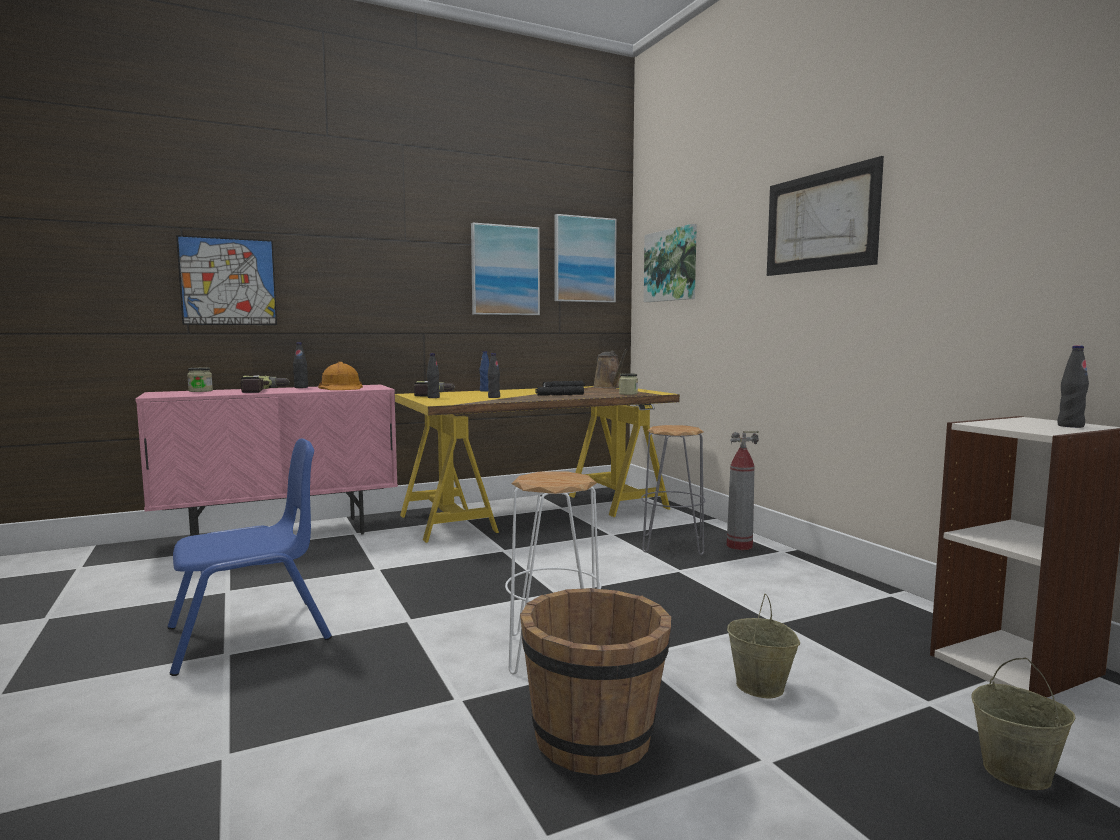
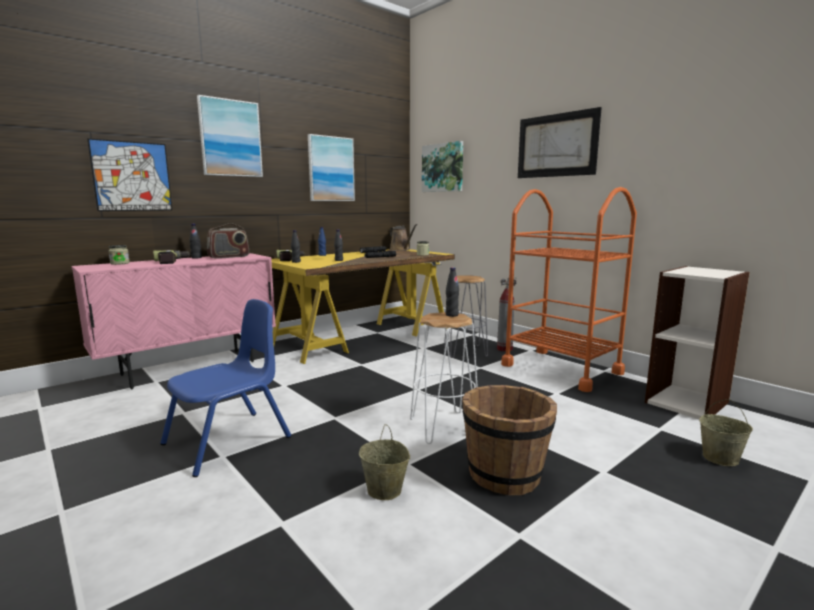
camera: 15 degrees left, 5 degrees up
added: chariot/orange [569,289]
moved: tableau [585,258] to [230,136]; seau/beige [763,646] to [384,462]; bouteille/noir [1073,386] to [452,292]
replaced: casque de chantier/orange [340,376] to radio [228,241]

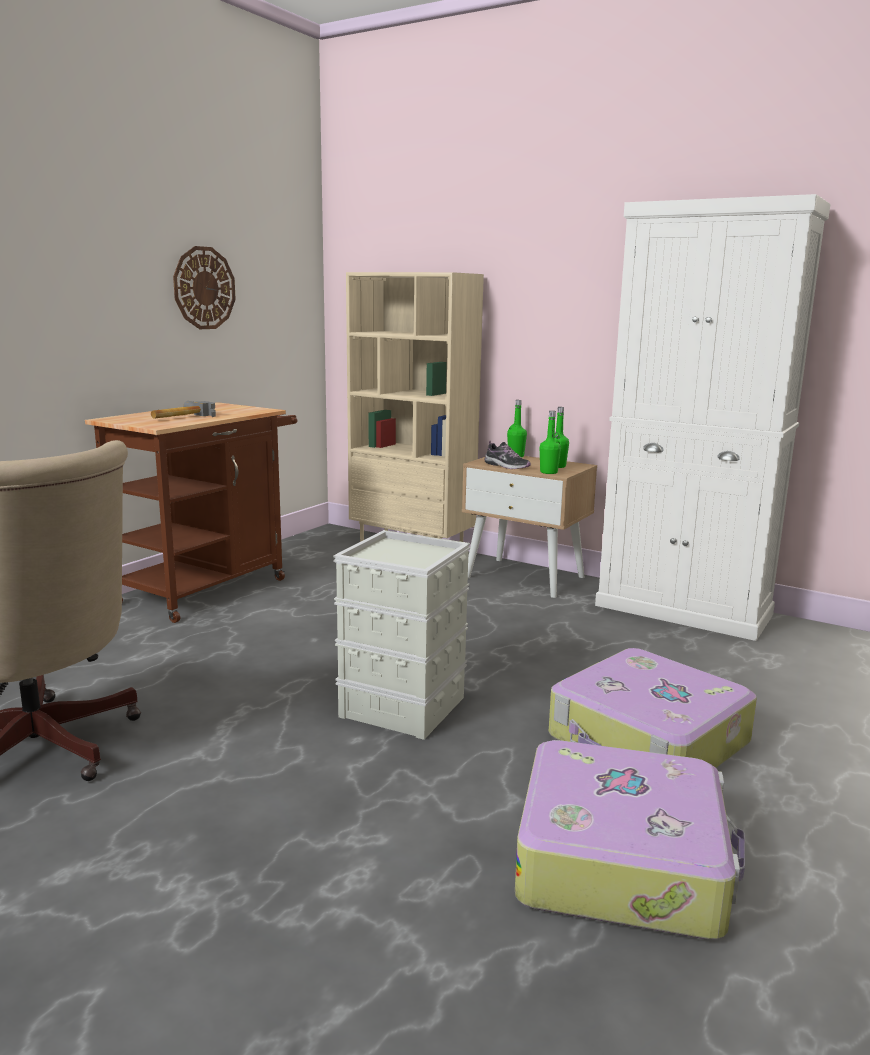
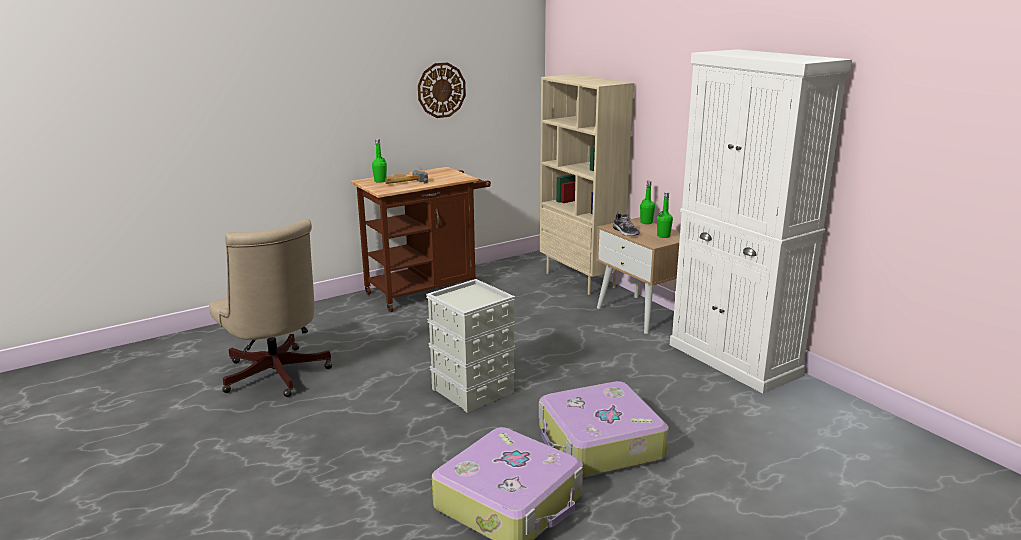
camera: 25 degrees right, 5 degrees up
moved: bouteille/vert [550,442] to [379,161]

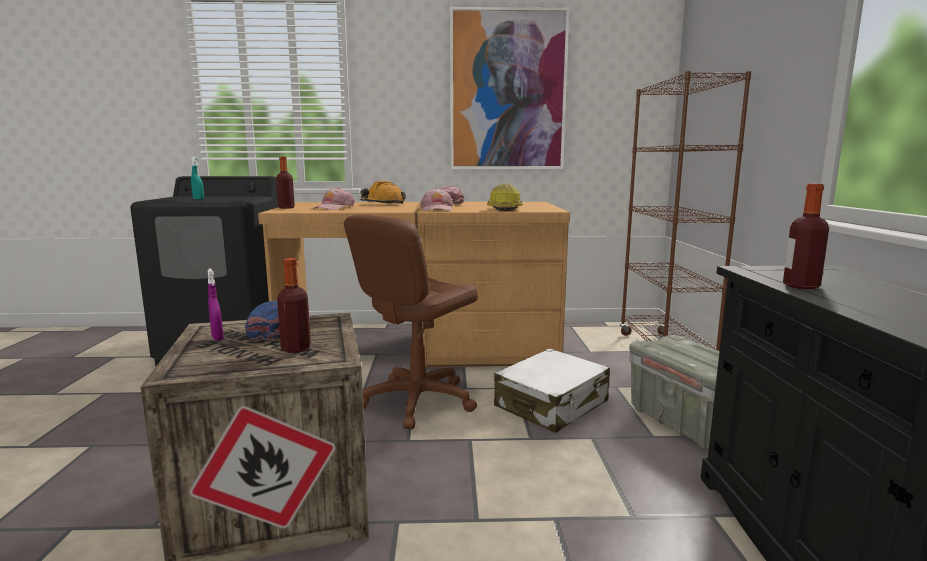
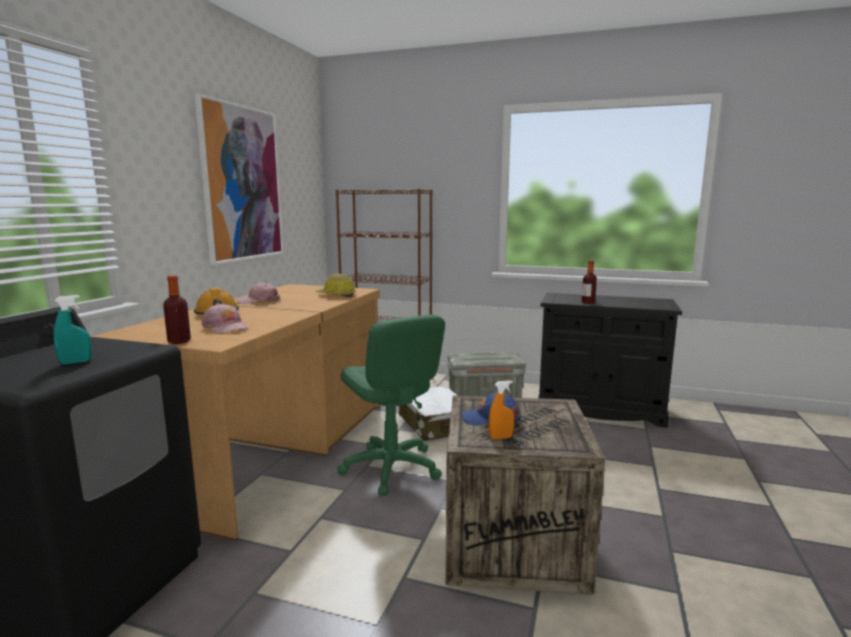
camera: 70 degrees left, 0 degrees up
removed: bouteille [294,305]; casquette/rose [436,199]
recoloured: chaise de bureau/marron [411,322] to chaise de bureau/vert [391,405]; vaporisateur/violet [215,305] to vaporisateur/orange [501,409]

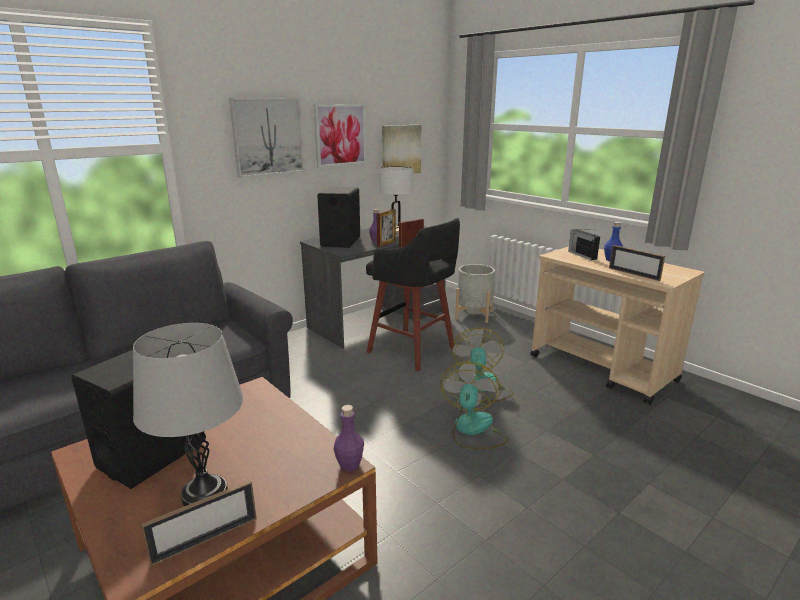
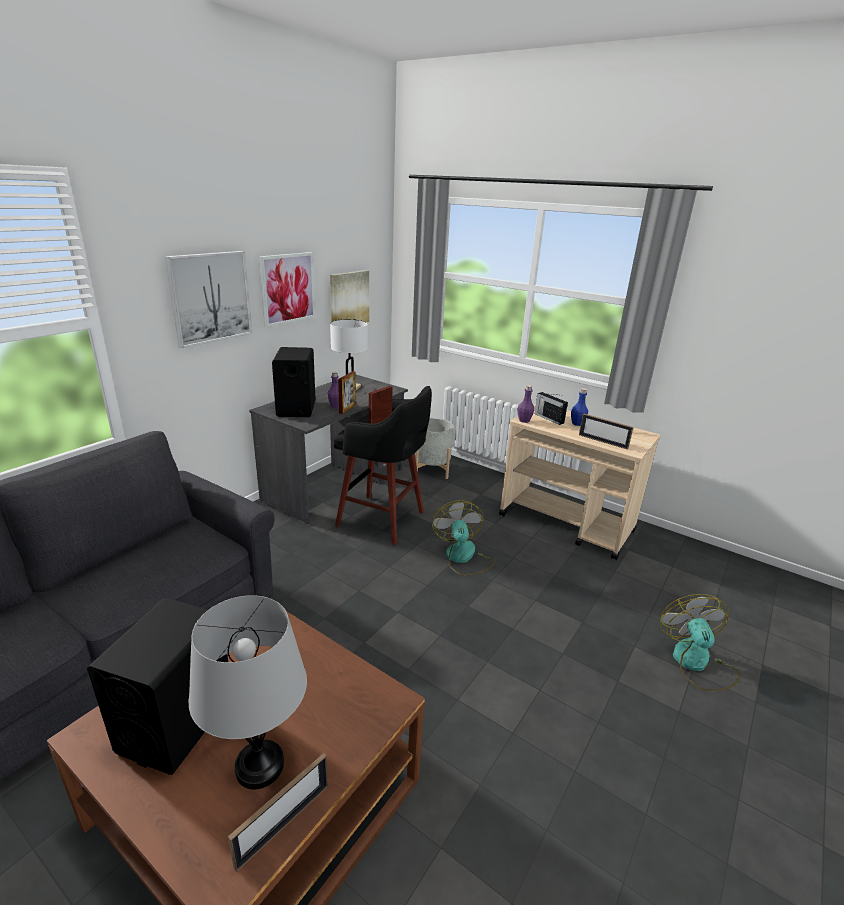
camera: 15 degrees left, 5 degrees up
moved: bouteille/violet [349,438] to [526,404]; ventilateur [474,405] to [700,642]

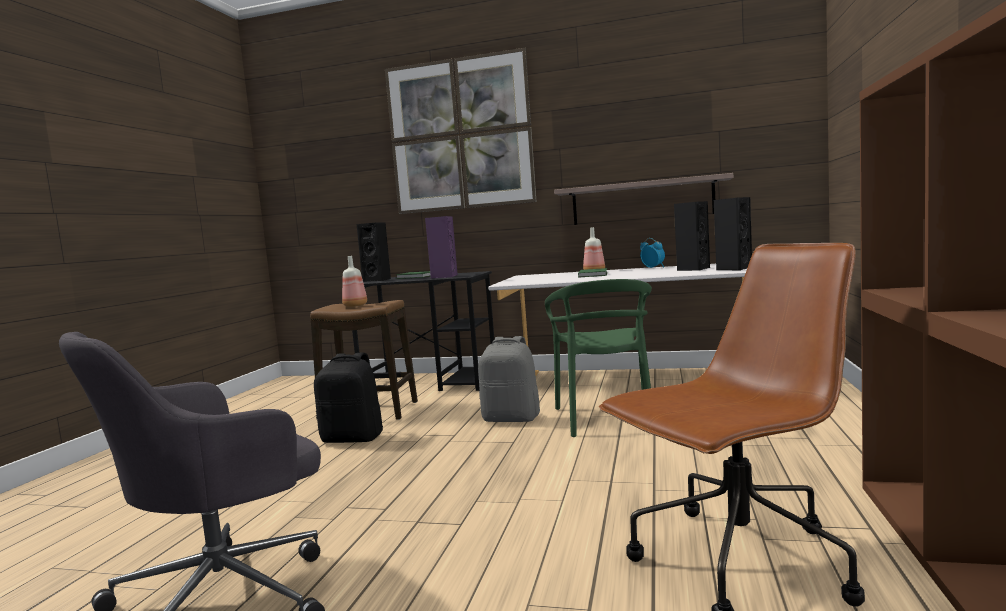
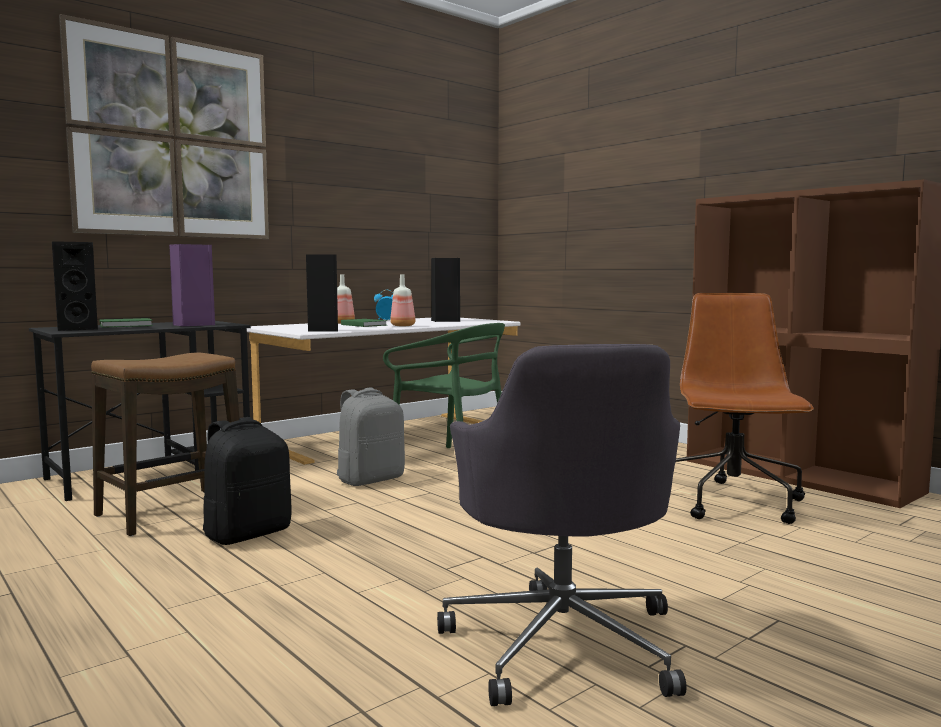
camera: 55 degrees left, 0 degrees up
removed: étagère [643,199]
moved: enceinte/noir [732,233] to [322,293]; bouteille [354,281] to [402,300]

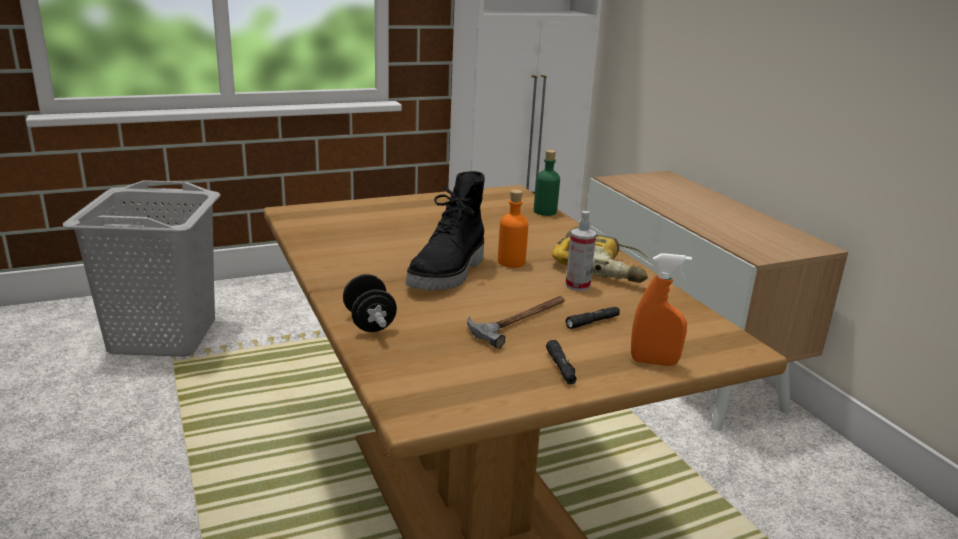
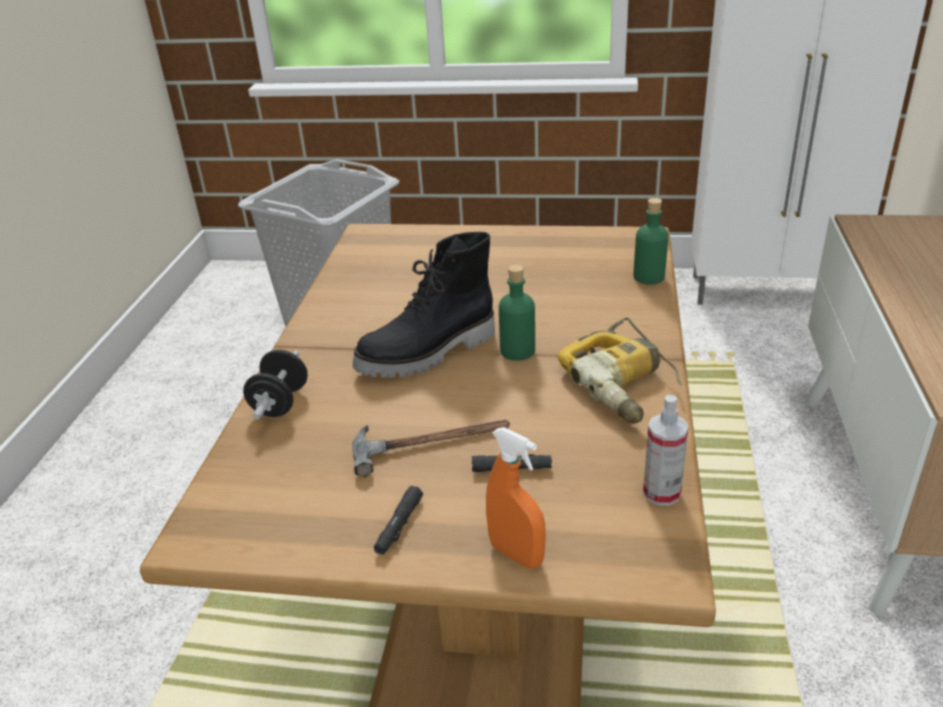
camera: 35 degrees right, 10 degrees up
moved: vaporisateur [580,251] to [666,450]
recoloured: bouteille/orange [513,229] to bouteille/vert [517,313]

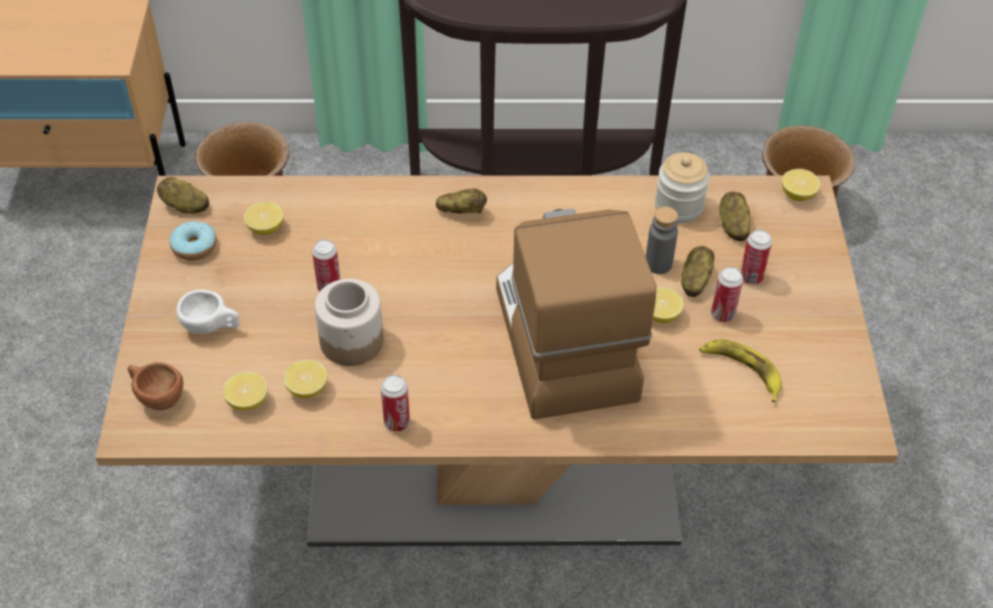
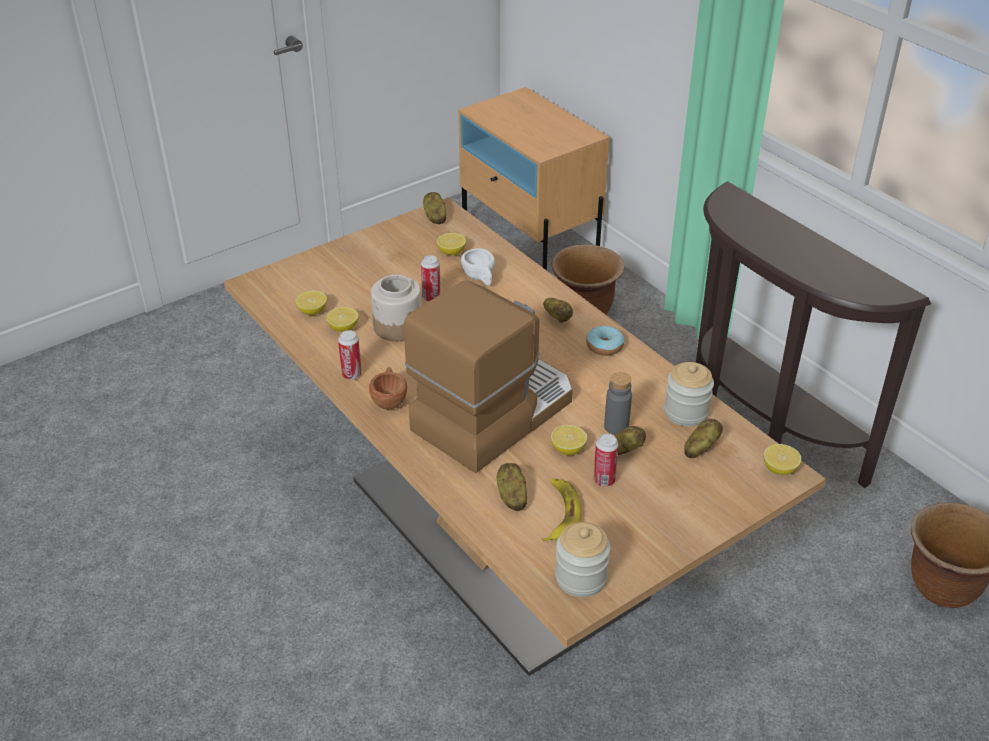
camera: 55 degrees right, 10 degrees down
removed: boîte métallique [756,257]
added: pomme de terre [512,487]; bocal [583,559]
moved: tasse/marron [155,386] to [388,388]; tasse/blanc [208,312] to [478,267]; beignet [193,240] to [605,341]

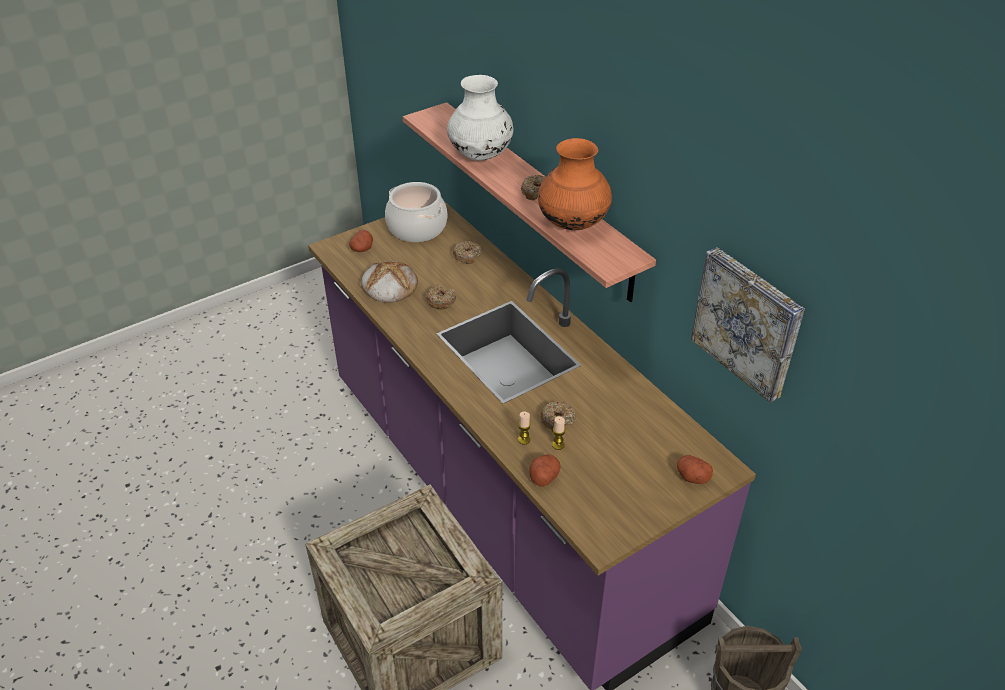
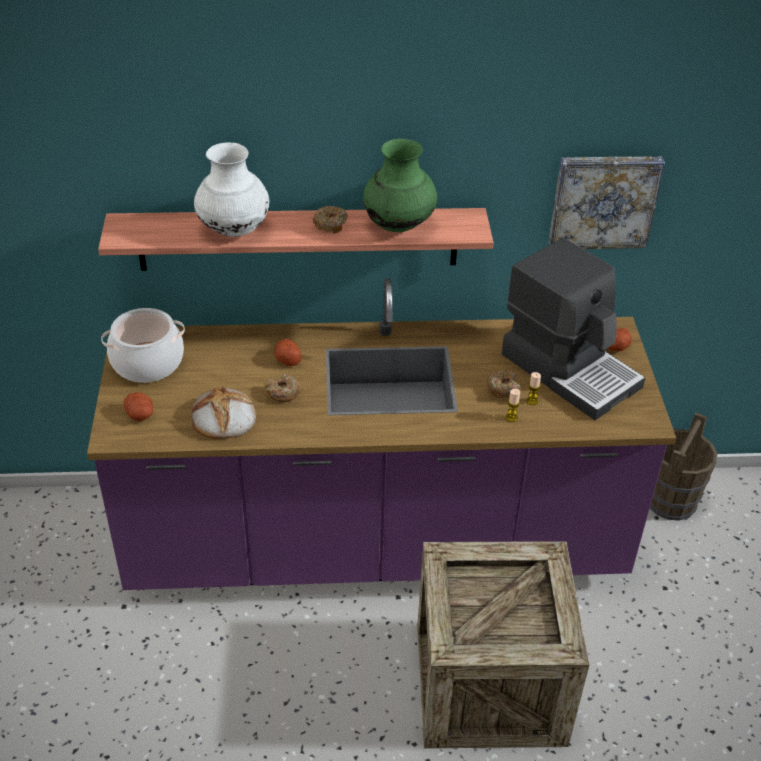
camera: 60 degrees left, 0 degrees up
removed: beignet [467,252]
added: machine à café [574,329]
moved: pomme de terre [545,470] to [287,352]
recoloured: vase/orange [575,184] to vase/vert [400,185]

